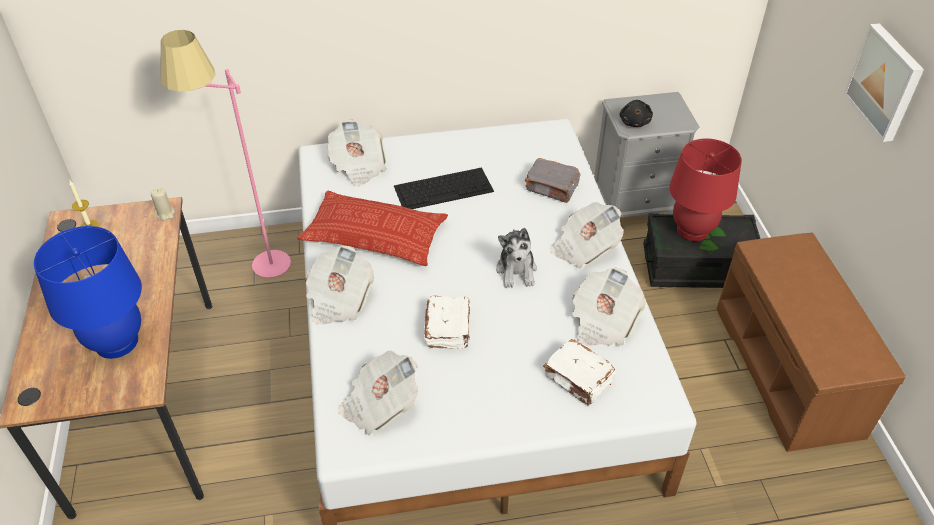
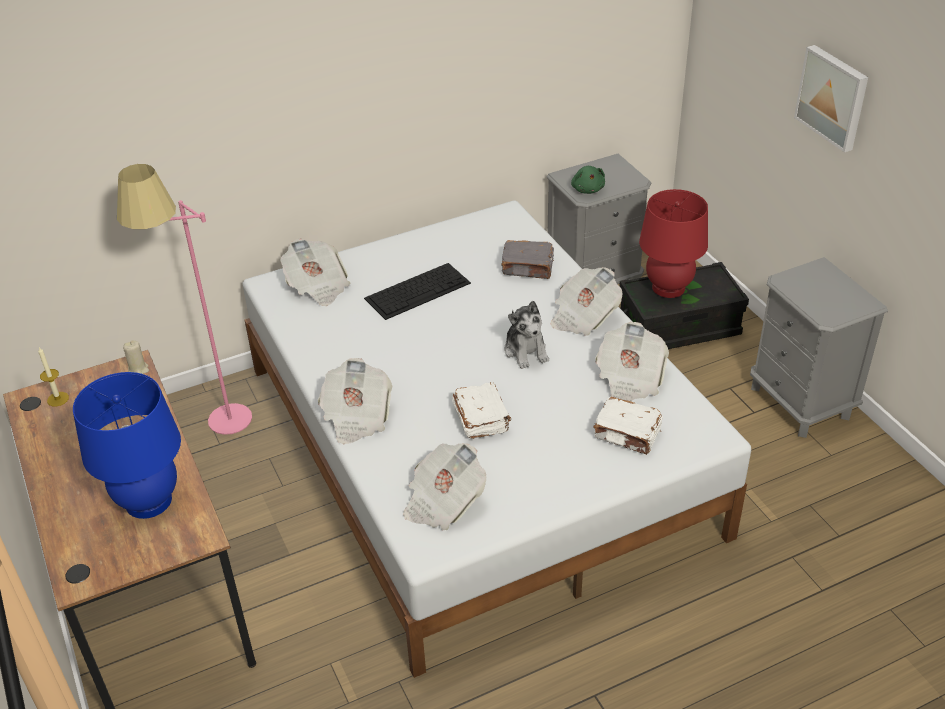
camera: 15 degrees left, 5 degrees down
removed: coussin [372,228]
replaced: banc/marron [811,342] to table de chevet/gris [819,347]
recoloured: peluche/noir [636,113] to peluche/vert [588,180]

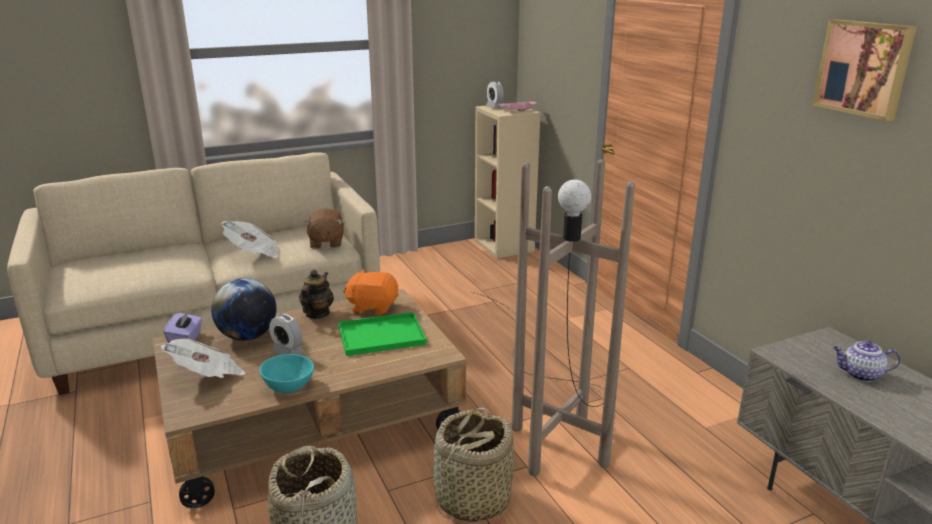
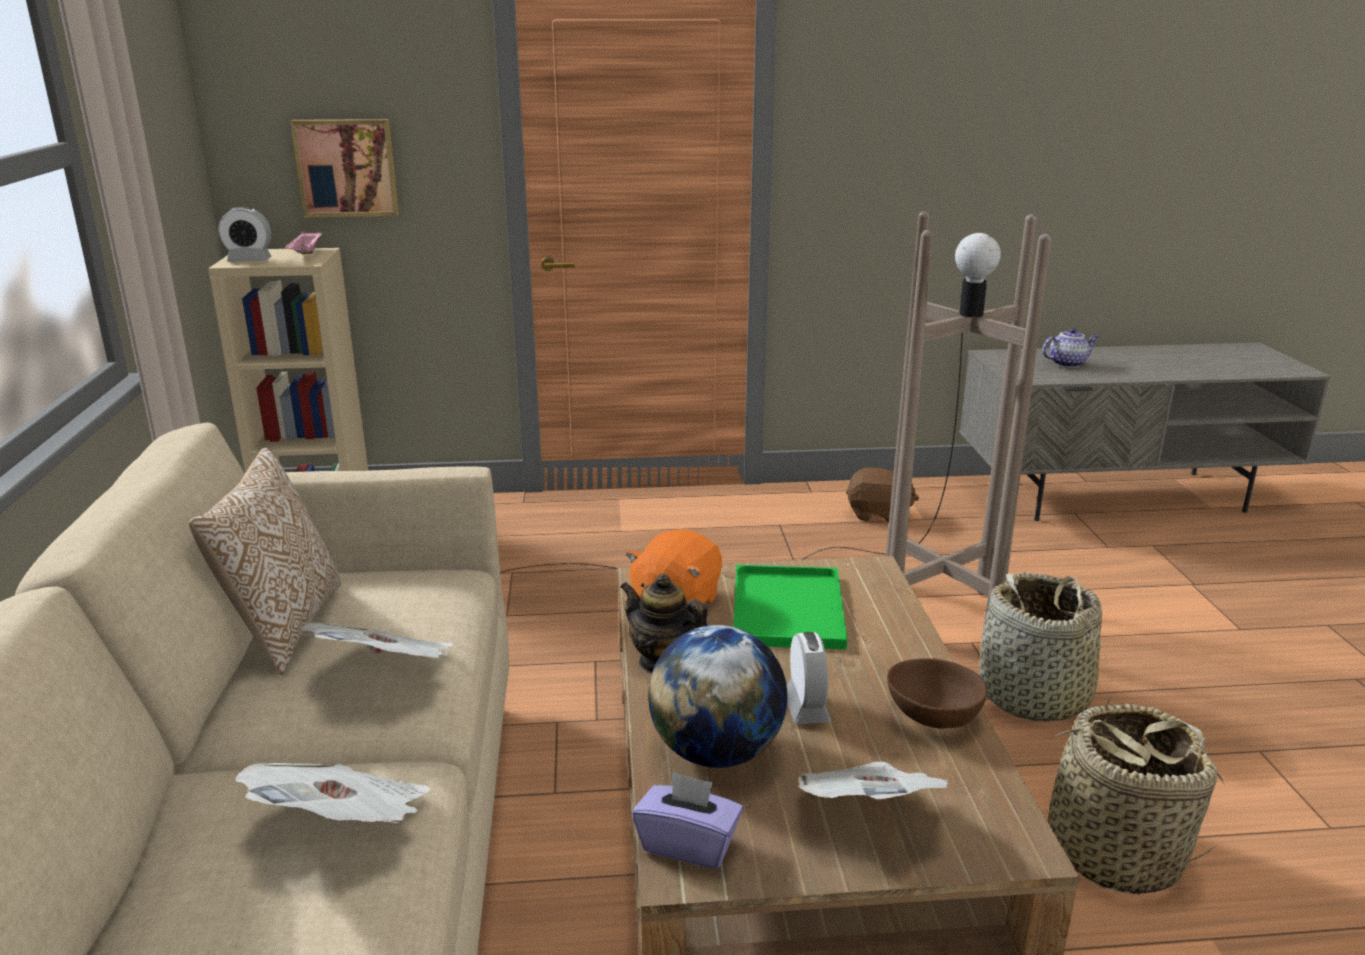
camera: 70 degrees left, 0 degrees up
added: coussin [265,561]; journal [333,793]
moved: tableau [865,70] to [344,168]; peluche/marron [324,228] to [882,495]
recoloured: bol/turquoise [287,373] to bol/marron [937,693]
turned: réveil [286,334] = [809,678] 60 degrees counterclockwise; théière [867,361] = [1070,348] 135 degrees counterclockwise

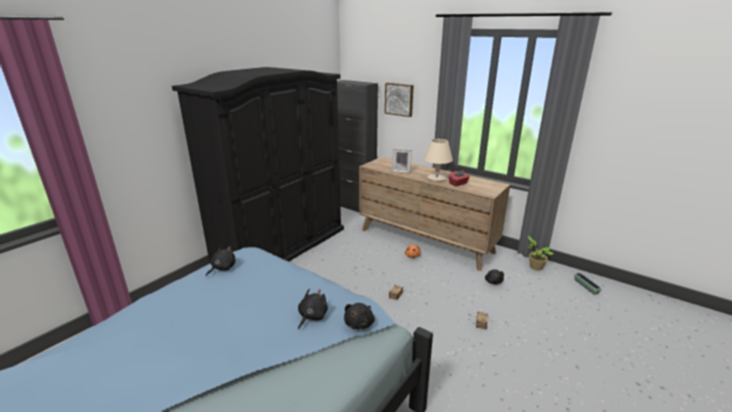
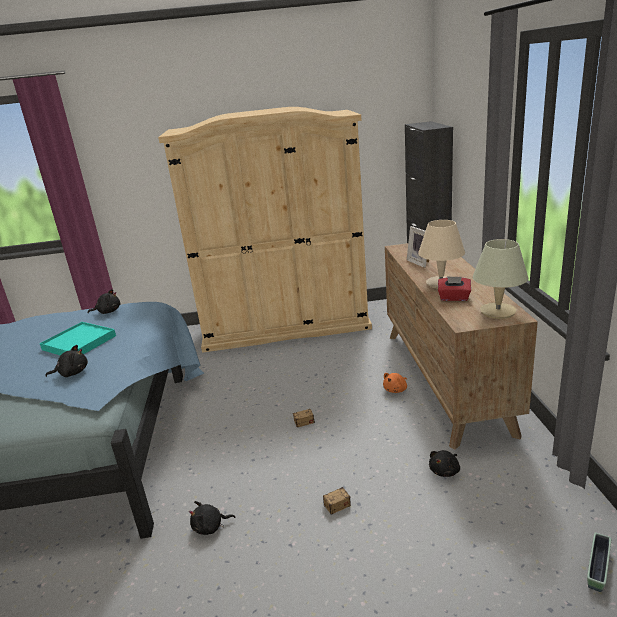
camera: 50 degrees right, 0 degrees up
removed: tableau [399,100]; plante en pot [541,253]
added: plateau/turquoise [78,339]; lampe de table/beige [500,279]
moved: peluche/noir [359,316] to [212,518]
recoloured: armoire/noir [258,165] to armoire/beige [265,230]

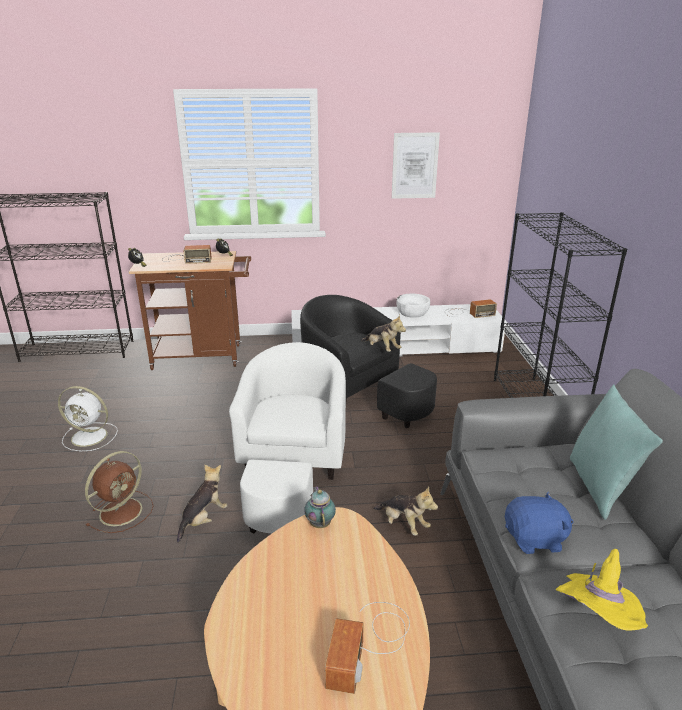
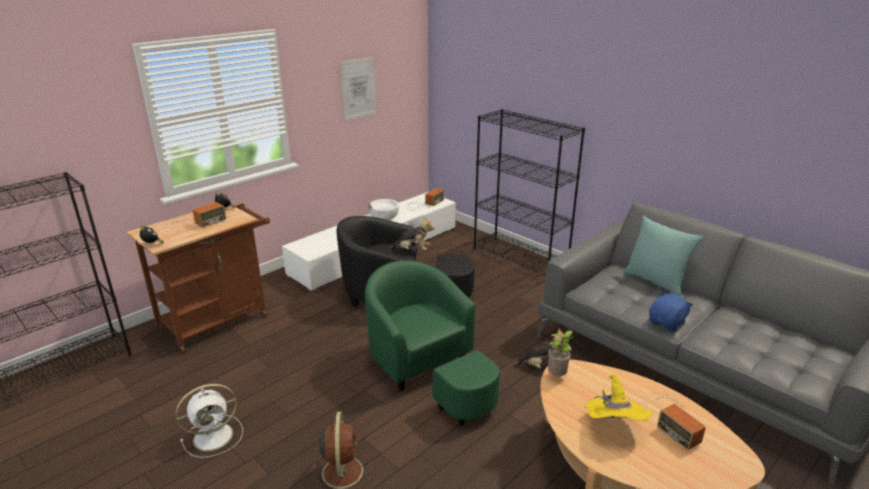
camera: 40 degrees left, 0 degrees up
removed: peluche [202,503]
moved: chapeau/jaune [601,590] to [618,397]
replaced: théière [320,507] to plante en pot [561,353]
recoloured: fauteuil/blanc [287,437] to fauteuil/vert [432,343]

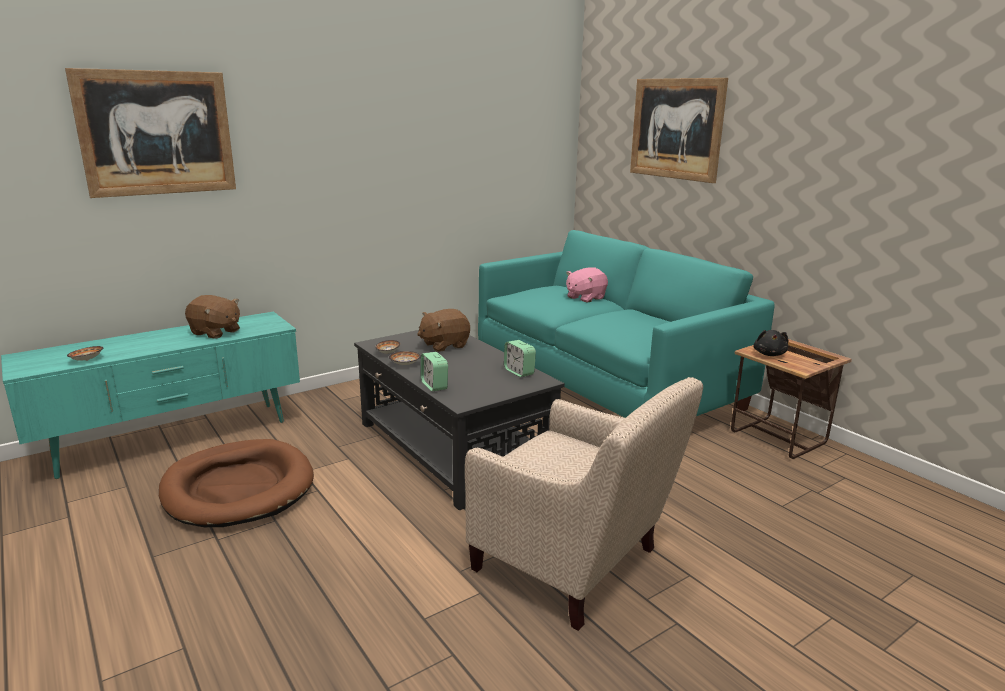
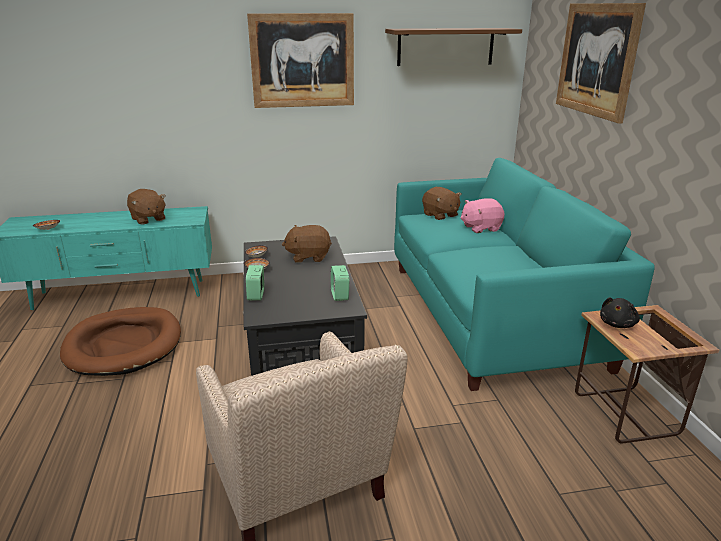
camera: 25 degrees right, 5 degrees up
added: étagère/marron [453,47]; peluche/marron [441,203]
moved: tableau [150,133] to [300,60]

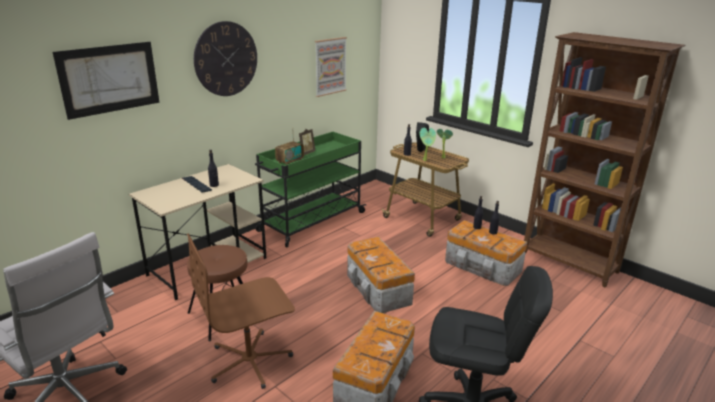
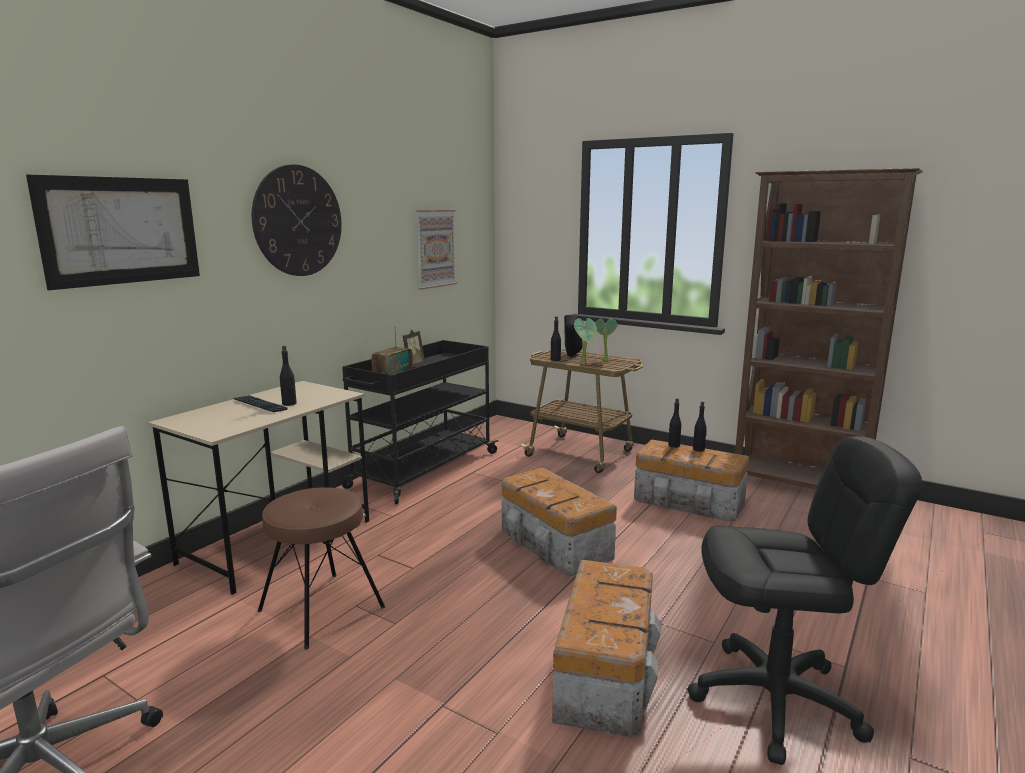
camera: 10 degrees left, 10 degrees down
removed: chaise de bureau/marron [241,311]
recoloured: chariot/vert [310,189] to chariot/noir [420,422]

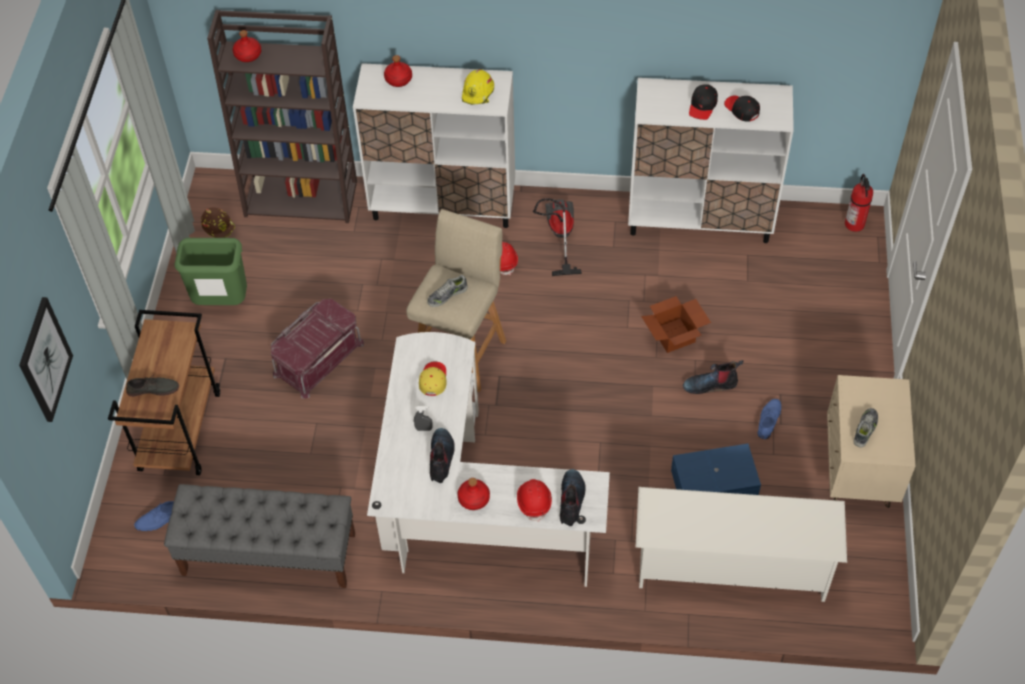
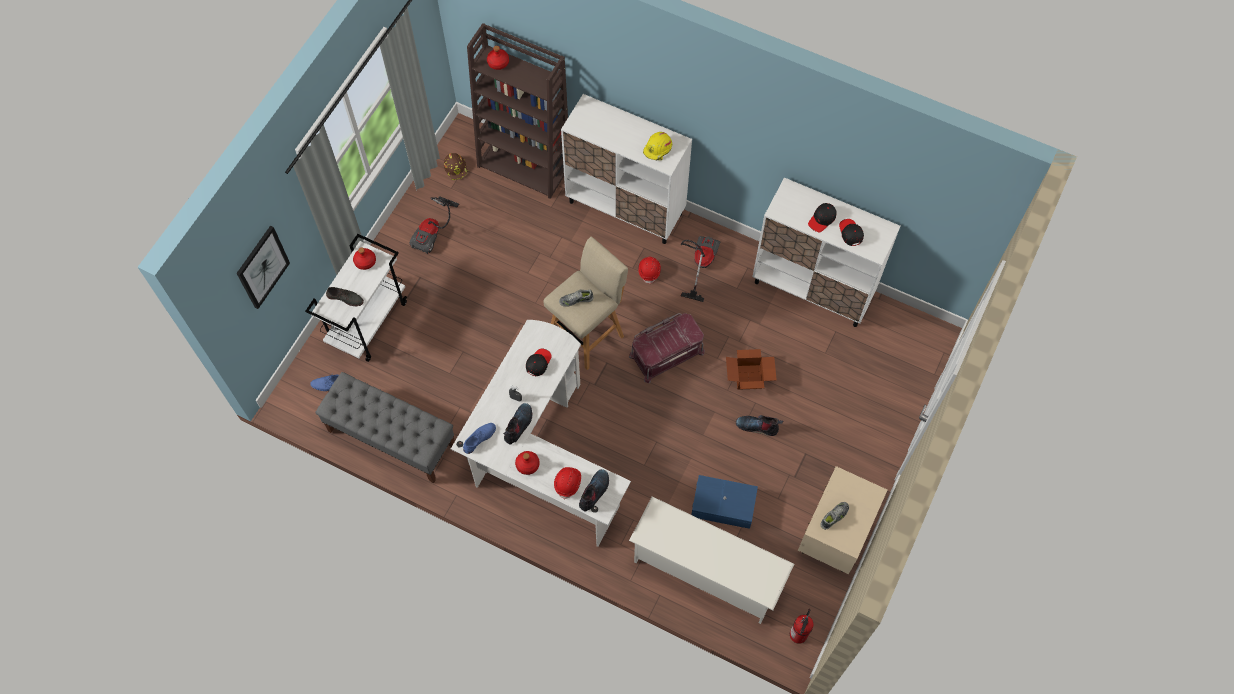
camera: 20 degrees right, 10 degrees up
moved: bouteille/rouge [398,71] to [364,258]; chaussure/bleu [769,419] to [479,438]; boîte de rangement/rouge [317,349] to [667,348]; extincteur [859,203] to [801,626]
replaced: poubelle/vert [211,271] to aspirateur [434,225]
recoloured: chariot/marron [164,392] to chariot/blanc [356,298]; casquette/jaune [433,379] to casquette/noir [539,362]

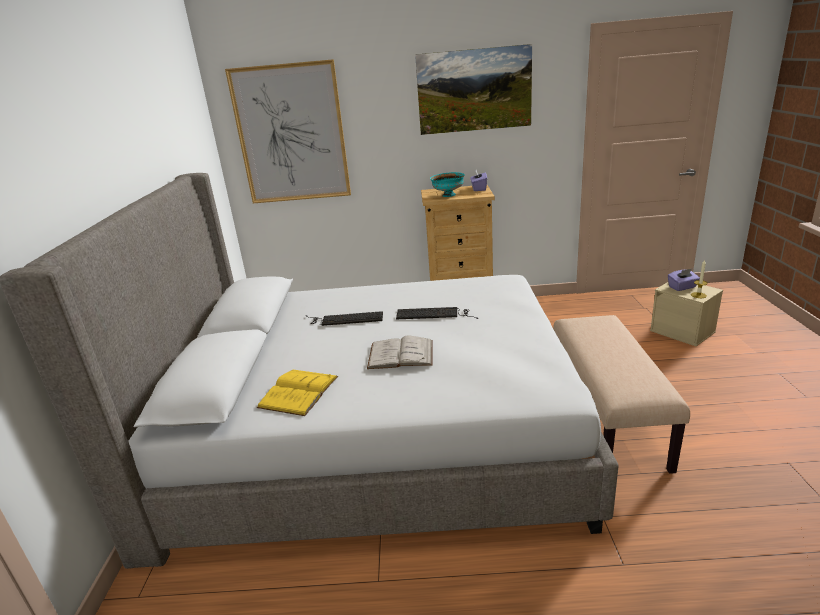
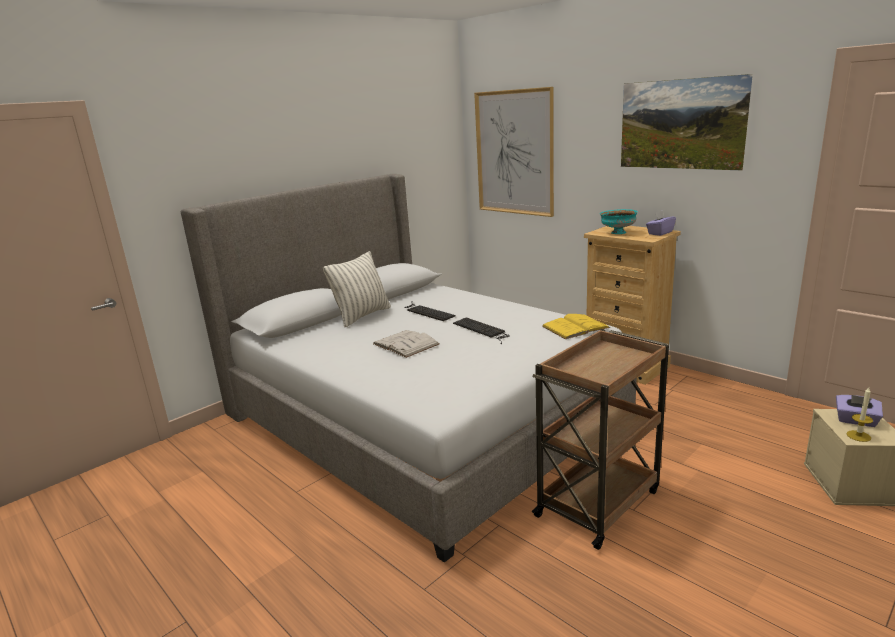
camera: 45 degrees right, 5 degrees down
added: coussin [357,289]
moved: livre/jaune [297,393] to [576,326]
replaced: banc/beige [621,394] to chariot/marron [600,439]

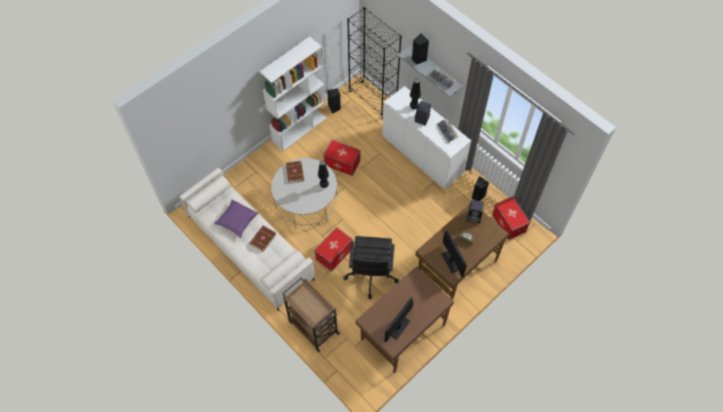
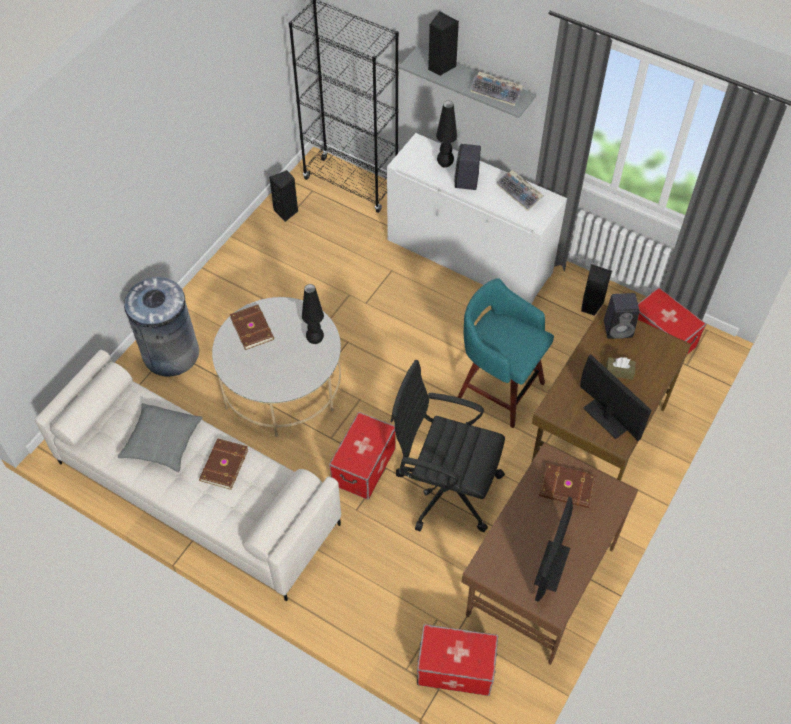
camera: 15 degrees left, 5 degrees down
removed: bibliothèque/blanc [293,93]; chariot/marron [311,314]
added: poubelle/gris [161,327]; tabouret/turquoise [506,353]; livre/marron [567,485]
moved: boîte de rangement [342,158] to [457,660]
recoloured: coussin/violet [236,218] to coussin/gris [160,437]
turned: chaise de bureau/noir [371,267] = [448,446] 120 degrees clockwise

